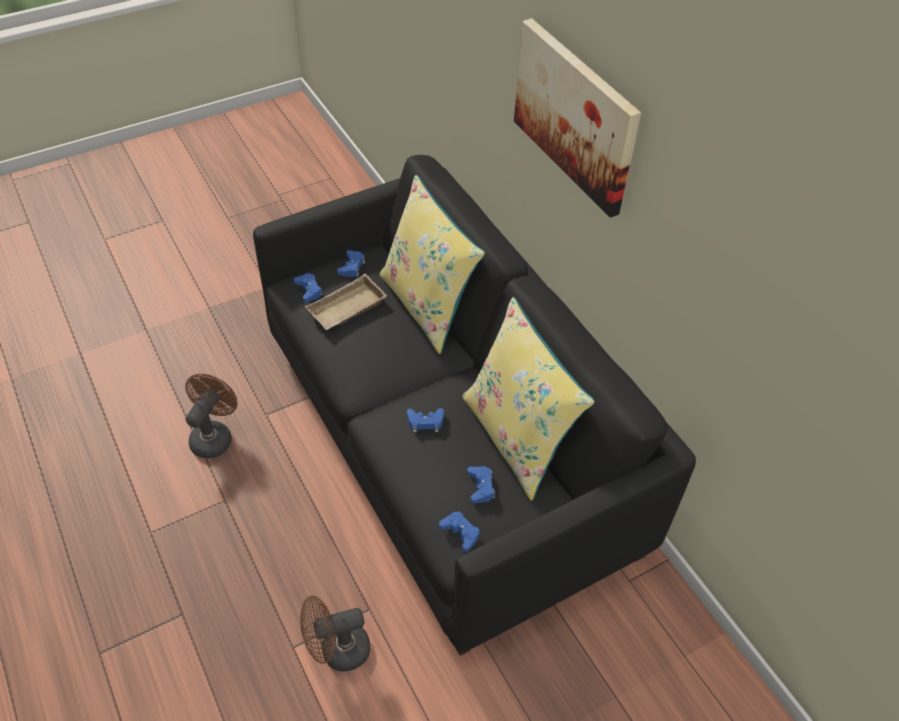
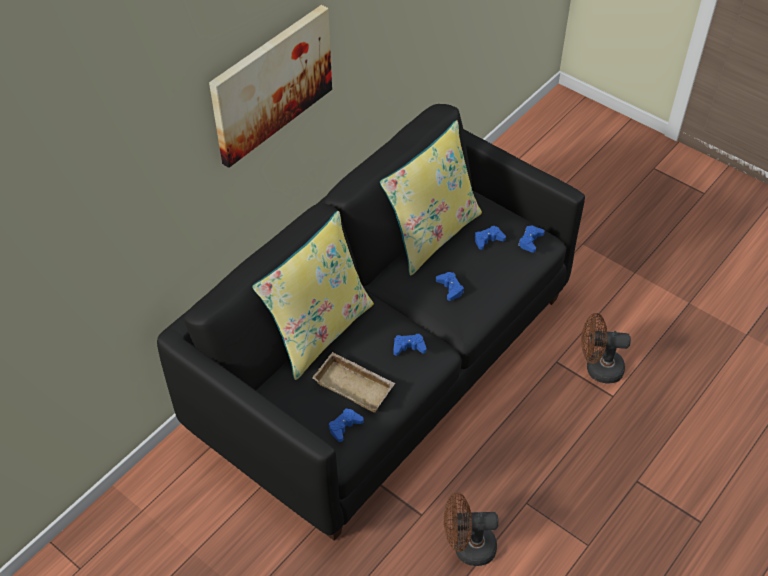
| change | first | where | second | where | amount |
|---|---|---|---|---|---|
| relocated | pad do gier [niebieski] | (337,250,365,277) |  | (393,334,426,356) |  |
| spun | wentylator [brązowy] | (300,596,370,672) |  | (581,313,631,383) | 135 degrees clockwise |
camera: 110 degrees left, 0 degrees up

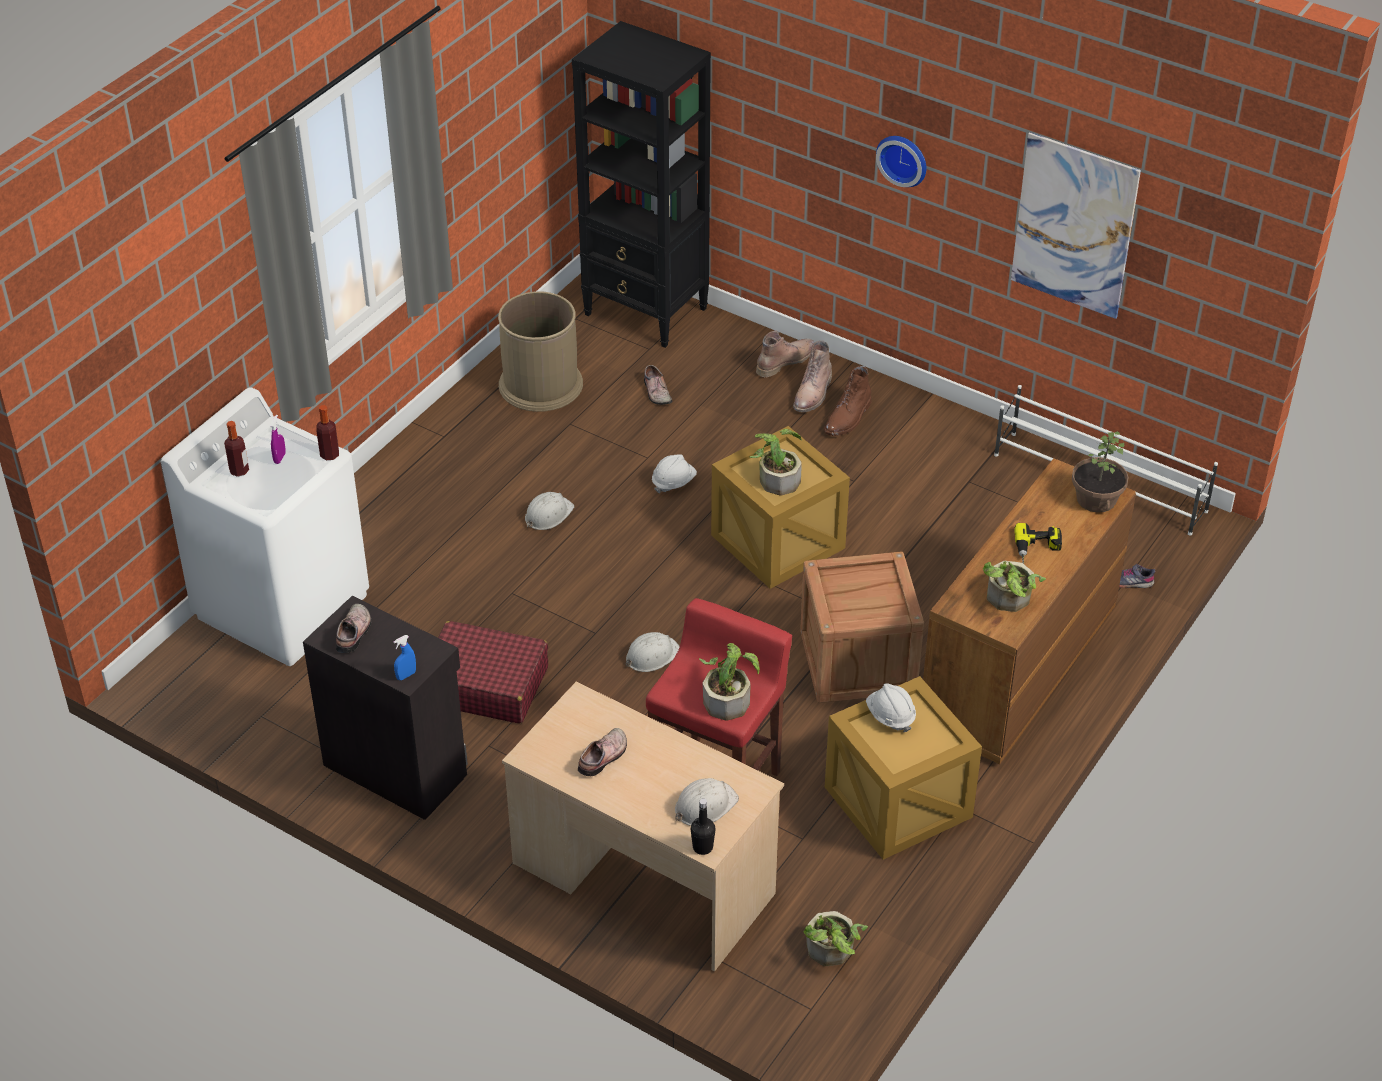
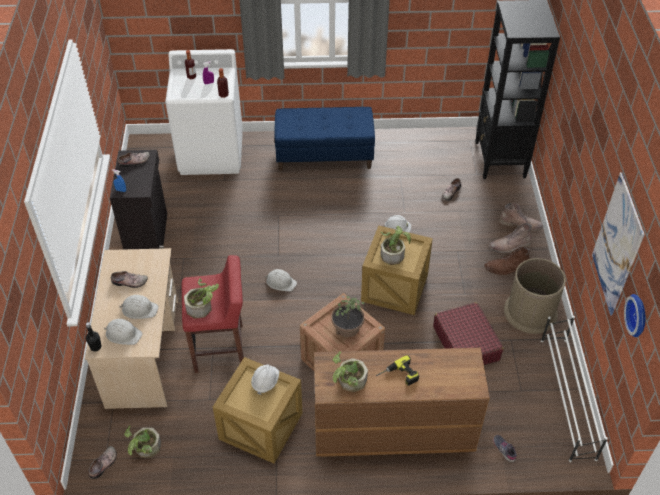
| change | first | where | second | where | amount |
|---|---|---|---|---|---|
| relocated | zegar ścienny | (876,136,927,187) |  | (624,294,645,337) |  |
| relocated | kosz na śmieci [brązowy] | (498,291,583,412) |  | (504,258,566,334) |  |
| relocated | roślina doniczkowa | (1072,431,1128,513) |  | (331,296,365,337) |  |
| relocated | kask [biały] | (525,492,574,530) |  | (120,295,158,319) |  |
| relocated | walizka [czerwony] | (438,621,548,724) |  | (433,302,504,365) |  |
| appeared |  |  | ławka [niebieski] | (275,107,375,171) |  |
| appeared |  |  | but | (88,446,117,479) |  |
camera: 55 degrees right, 5 degrees up

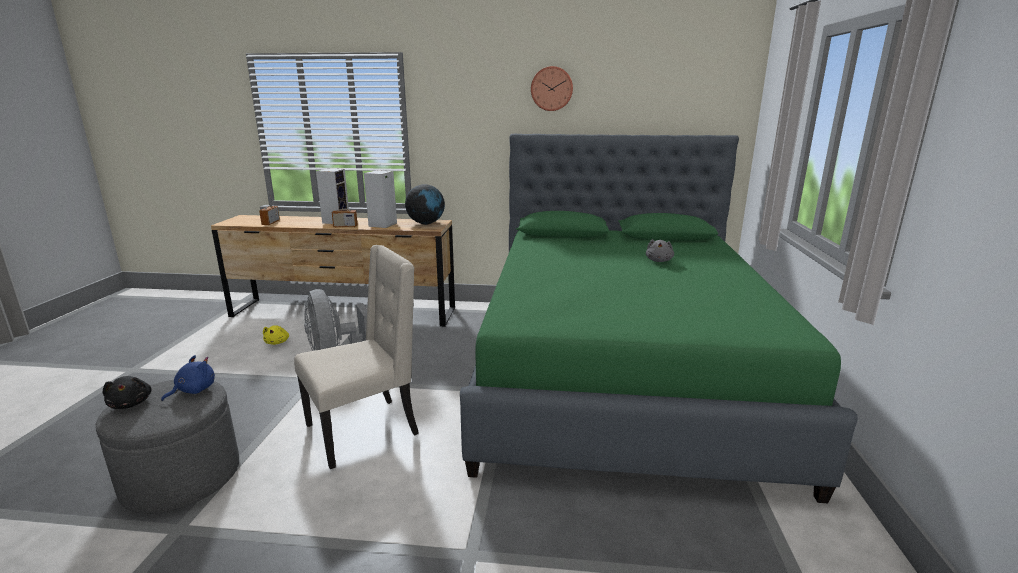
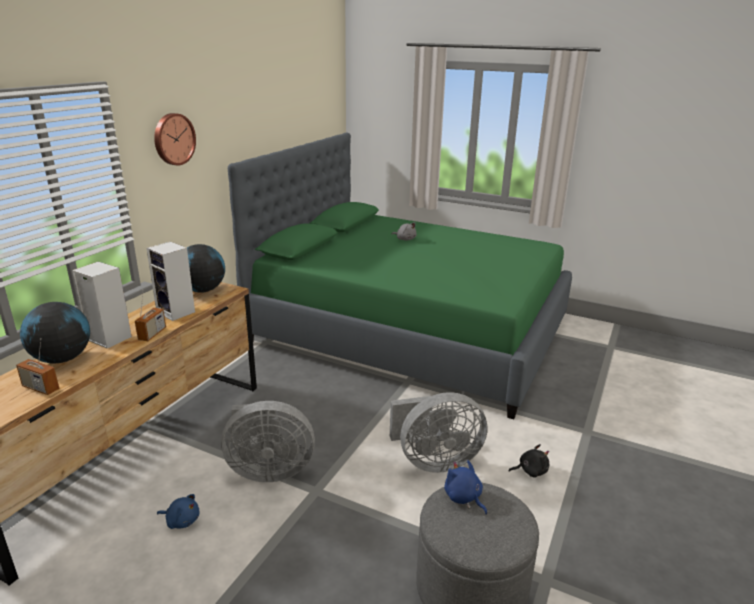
| change | first | where | second | where | amount |
|---|---|---|---|---|---|
| relocated | zegar ścienny | (531,66,573,111) |  | (154,113,196,165) |  |
| exchanged | krzesło [beżowy] | (294,245,419,469) | wentylator [szary] | (390,392,488,473) |  |
| colour | pluszak [żółty] | (263,325,289,345) | pluszak [niebieski] | (157,494,199,529) |  |
| relocated | pluszak [czarny] | (103,376,152,409) |  | (508,444,549,478) |  |
| appeared |  |  | globus | (20,302,90,364) |  |
camera: 70 degrees left, 5 degrees up

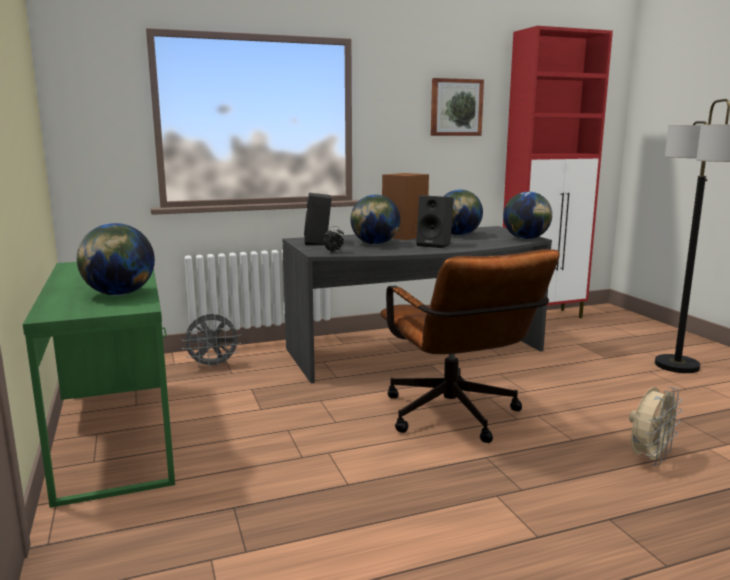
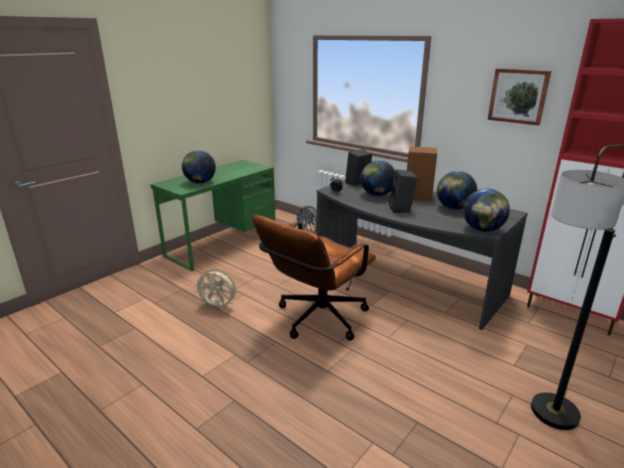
| change | first | where | second | where | amount |
|---|---|---|---|---|---|
| relocated | wentylator [beżowy] | (629,387,683,466) |  | (193,269,236,311) |  |
camera: 60 degrees right, 10 degrees up

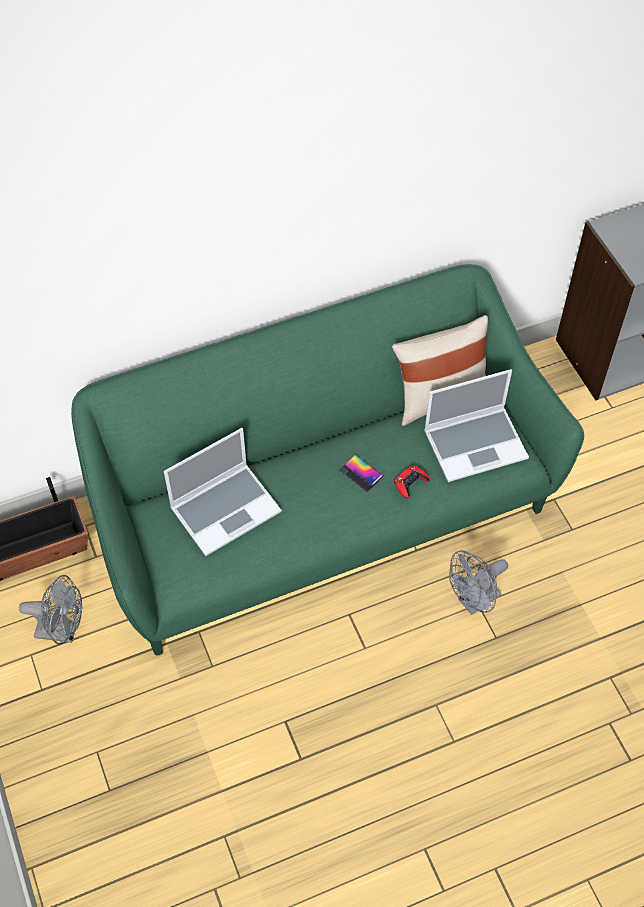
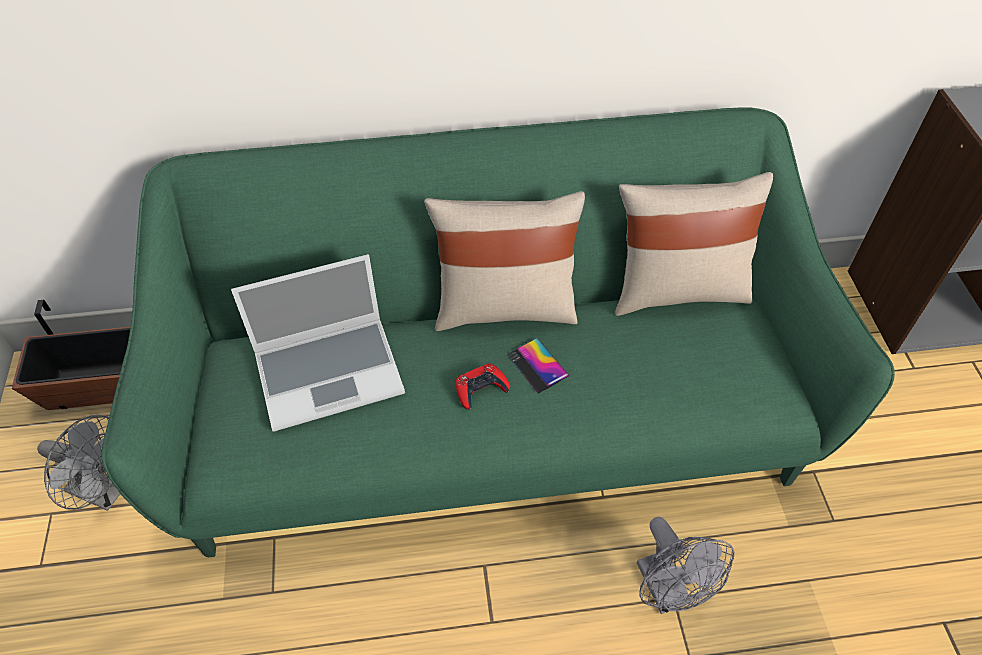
| change | first | where | second | where | amount |
|---|---|---|---|---|---|
| missing | laptop | (424,369,529,482) |  |  |  |
| relocated | pad do gier [czerwony] | (394,465,430,498) |  | (456,363,510,409) |  |
| spun | wentylator [szary] | (449,551,508,615) |  | (637,517,735,614) | 90 degrees counterclockwise |
| appeared |  |  | poduszka [beżowy] | (424,191,585,331) |  |
camera: 15 degrees right, 5 degrees down

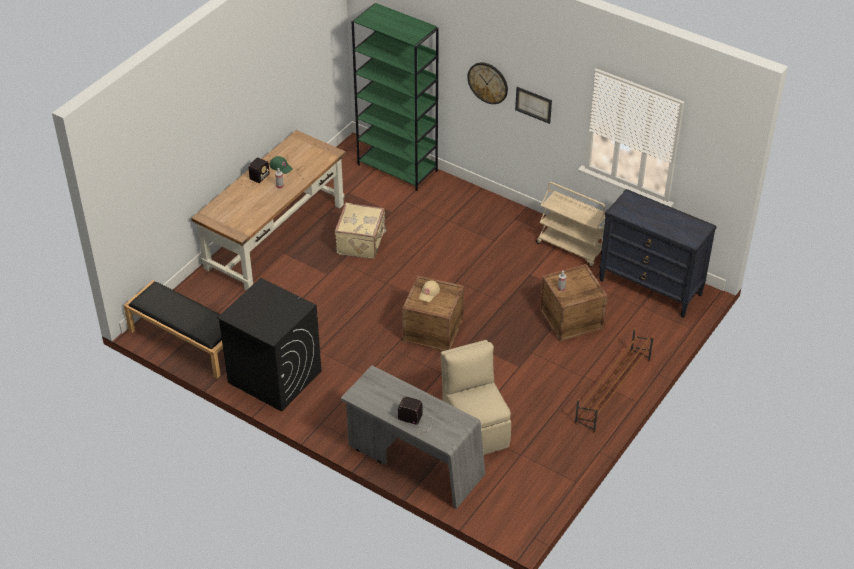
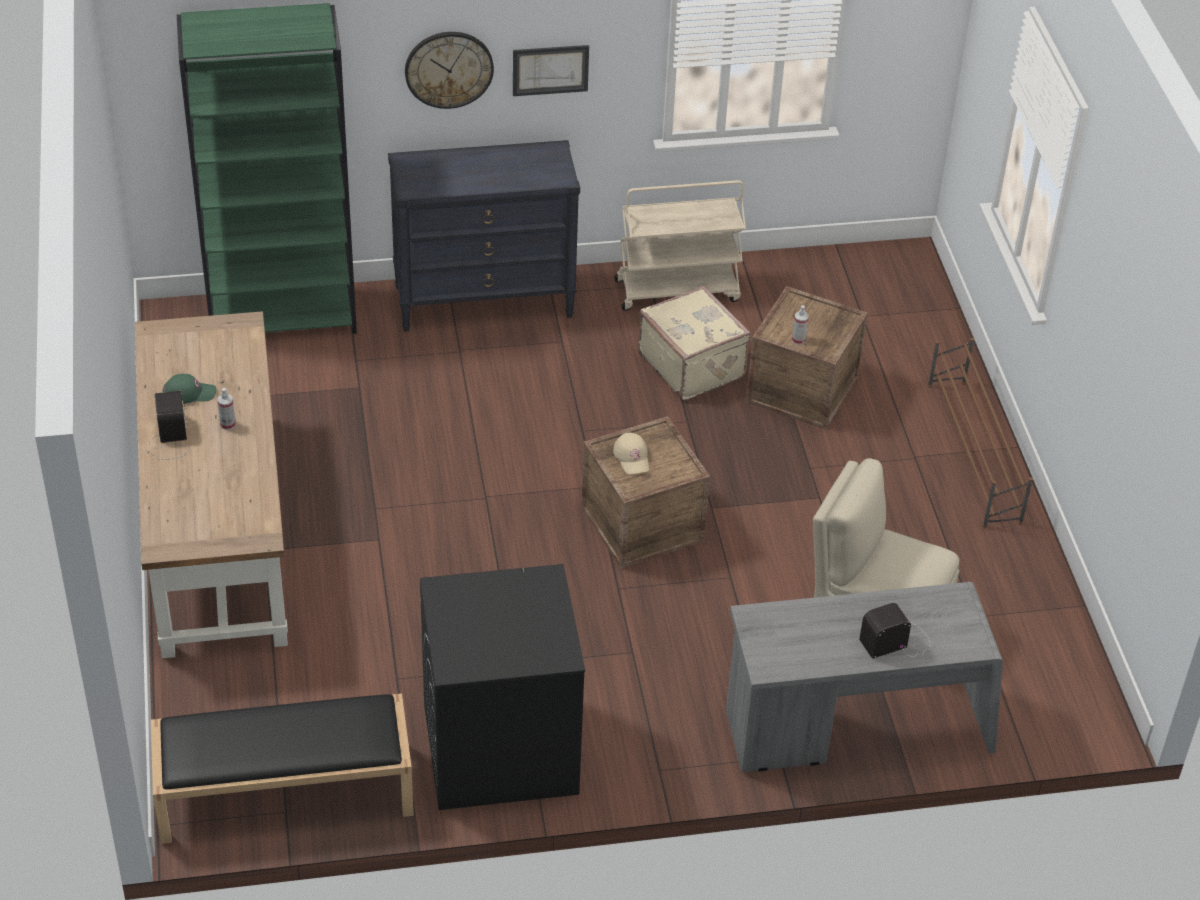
| change | first | where | second | where | amount |
|---|---|---|---|---|---|
| relocated | komoda [czarny] | (599,189,717,318) |  | (388,140,580,332) |  |
| relocated | walizka [beżowy] | (335,203,387,259) |  | (638,286,751,400) |  |
camera: 45 degrees left, 0 degrees up

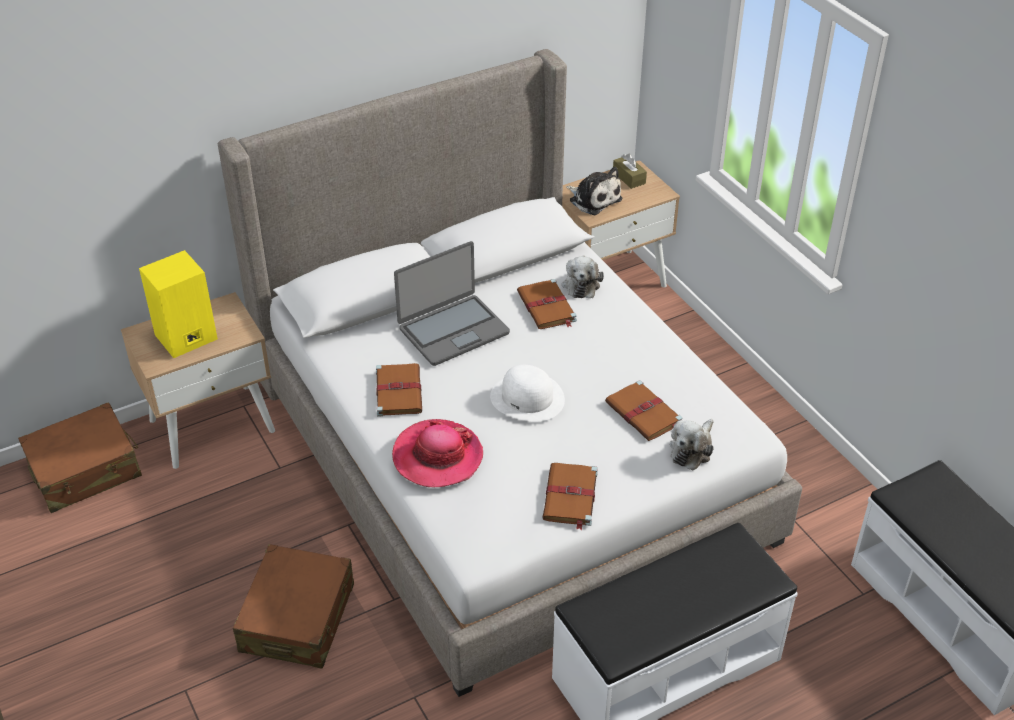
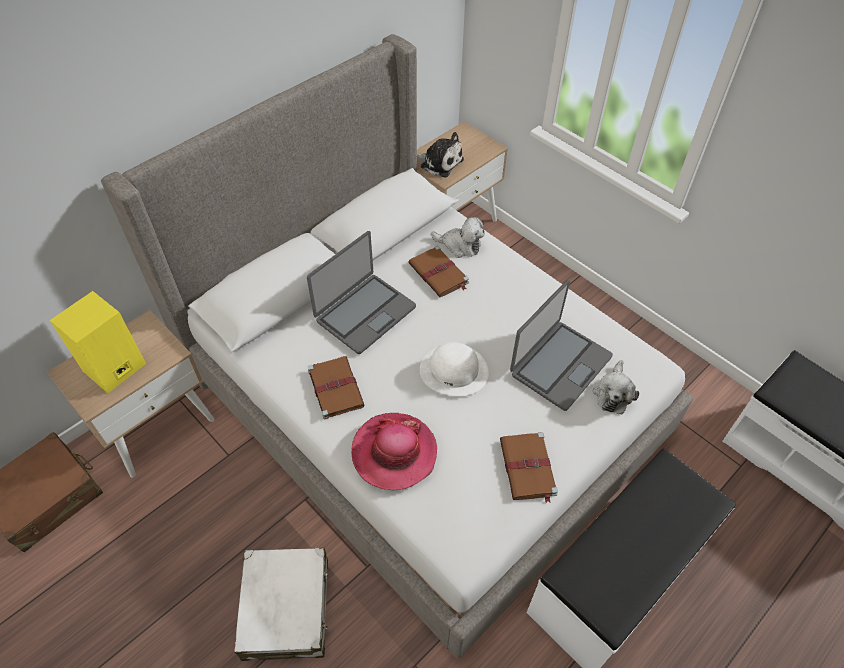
| change | first | where | second | where | amount |
|---|---|---|---|---|---|
| missing | pudełko chusteczek [brązowy] | (613,154,647,189) |  |  |  |
| spun | pluszak | (562,255,604,298) |  | (431,217,485,258) | 60 degrees counterclockwise |
| exchanged | książka [brązowy] | (605,380,683,441) | laptop | (510,280,613,411) |  |
| colour | walizka [brązowy] | (233,544,354,668) | walizka [biały] | (234,548,328,661) |  |
camera: 15 degrees left, 10 degrees up

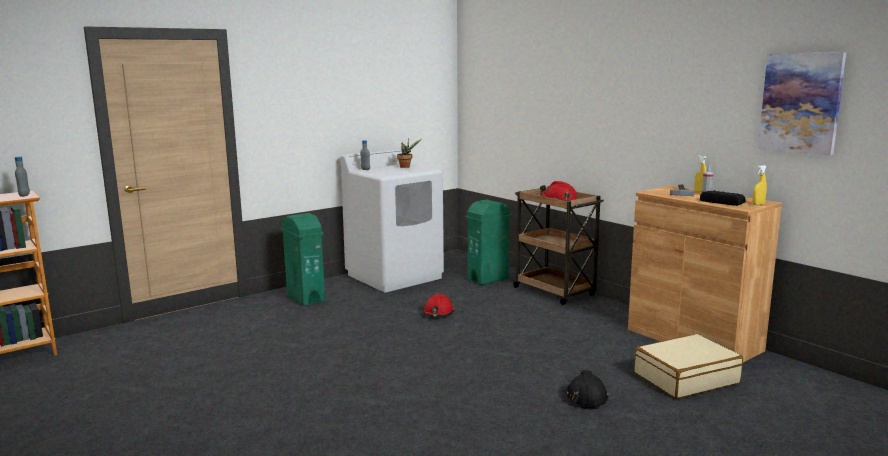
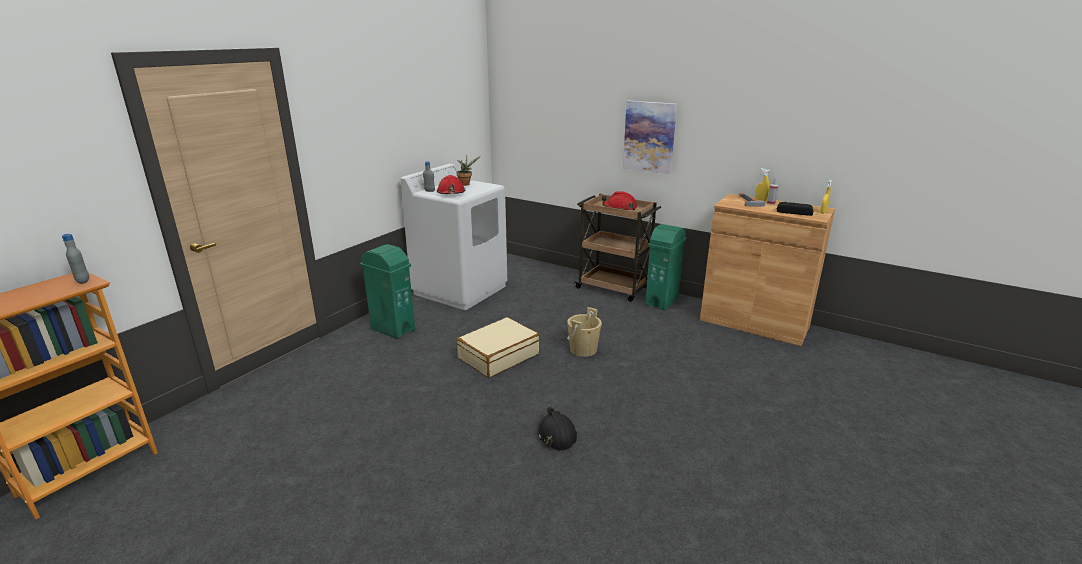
| change | first | where | second | where | amount |
|---|---|---|---|---|---|
| relocated | obraz | (758,52,846,155) |  | (623,100,677,174) |  |
| relocated | kosz na śmieci [zielony] | (466,200,511,285) |  | (645,224,686,310) |  |
| relocated | kask [czerwony] | (423,294,454,316) |  | (437,175,465,194) |  |
| relocated | walizka [beżowy] | (634,334,743,399) |  | (457,317,540,378) |  |
| relocated | kask [czarny] | (566,370,609,409) |  | (537,407,577,451) |  |
| appeared |  |  | wiadro [beżowy] | (567,307,602,357) |  |
camera: 20 degrees left, 10 degrees up

